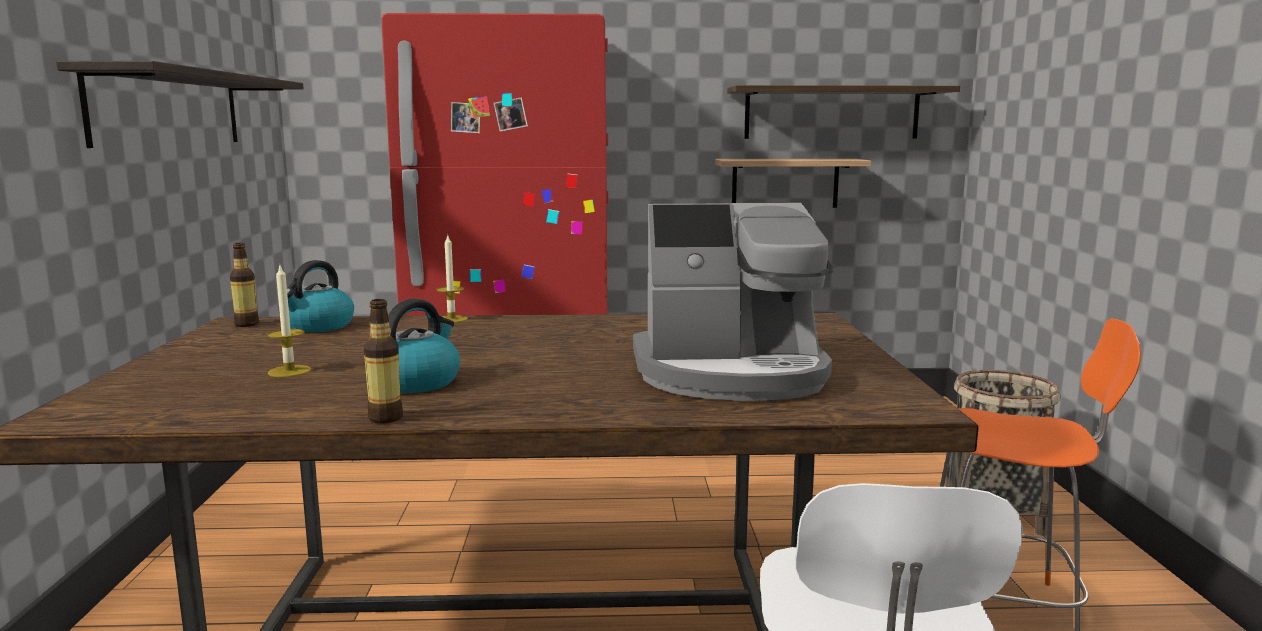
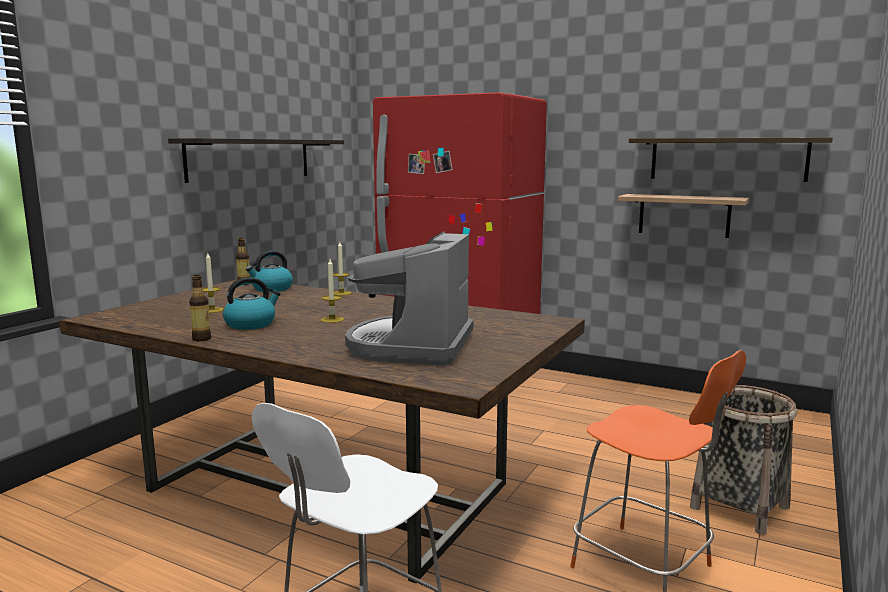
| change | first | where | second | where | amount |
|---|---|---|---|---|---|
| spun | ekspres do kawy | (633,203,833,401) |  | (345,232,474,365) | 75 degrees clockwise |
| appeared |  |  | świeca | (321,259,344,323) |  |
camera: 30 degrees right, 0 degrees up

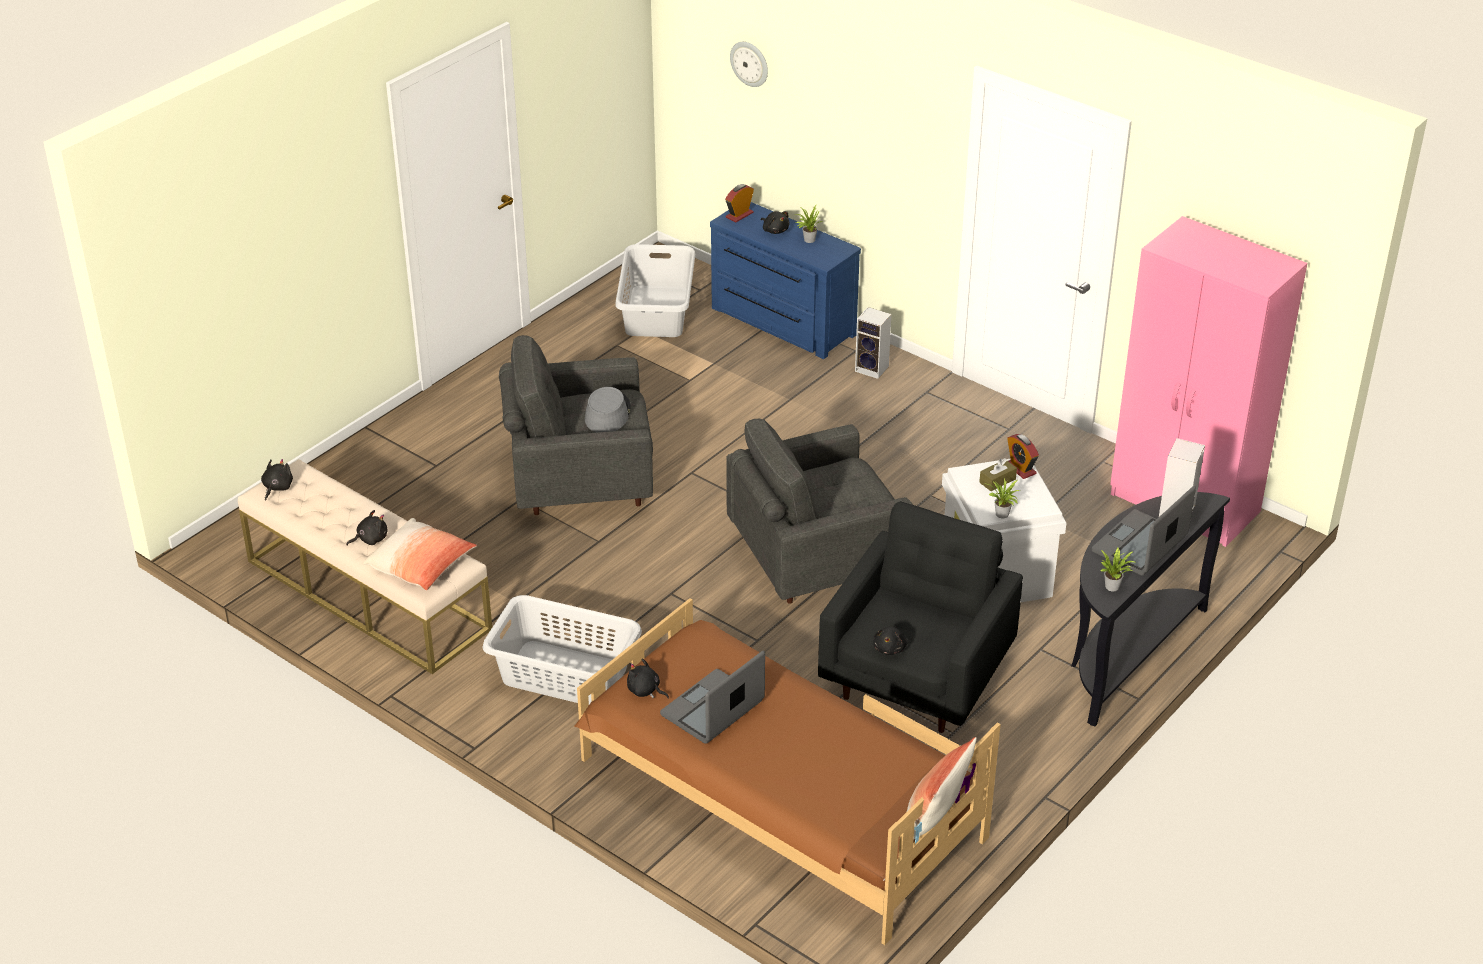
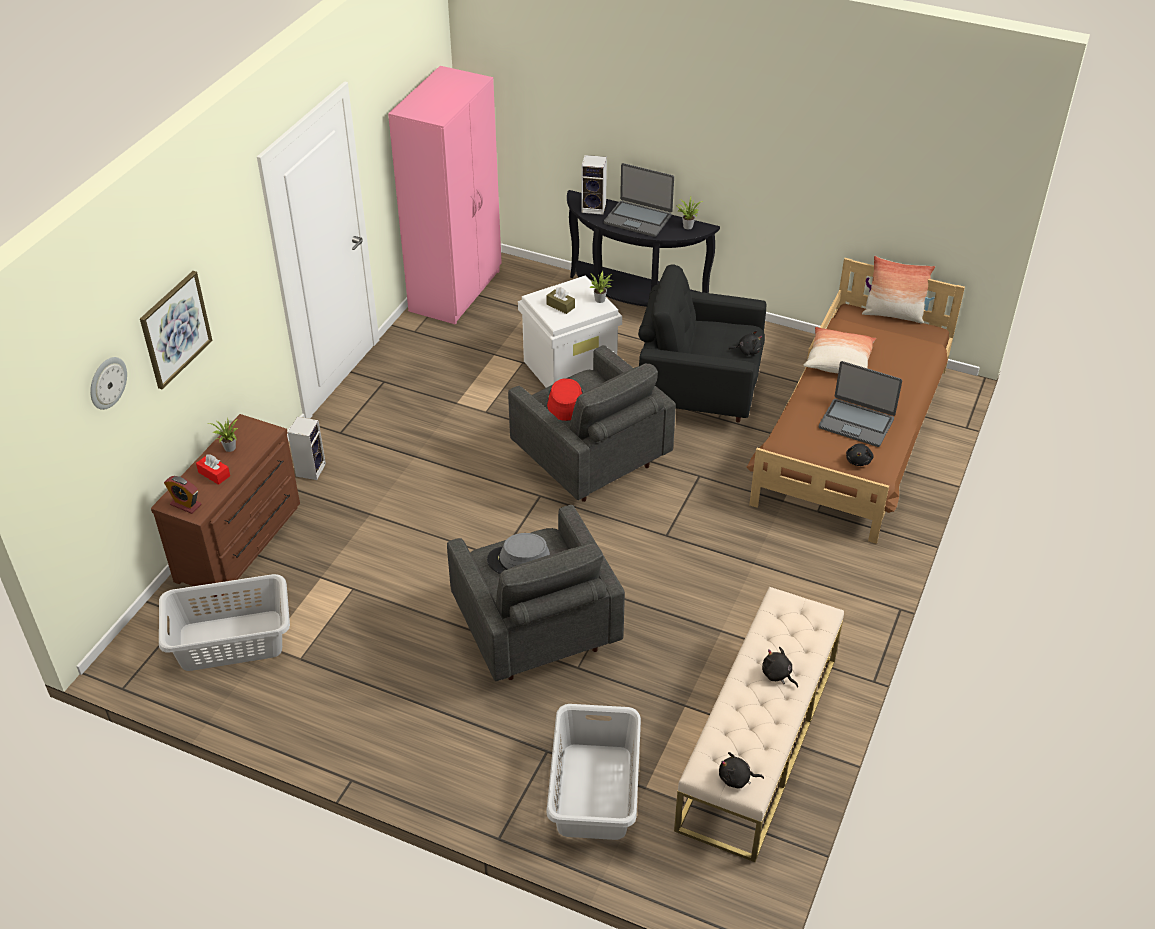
| change | first | where | second | where | amount |
|---|---|---|---|---|---|
| colour | komoda [niebieski] | (710,202,861,359) | komoda [brązowy] | (151,414,300,597) |  |
| exchanged | pluszak [czarny] | (761,211,790,234) | pudełko chusteczek [czerwony] | (196,454,230,485) |  |
| missing | budzik | (1007,434,1039,479) |  |  |  |
| relocated | poduszka | (362,518,477,591) |  | (804,327,876,373) |  |
| relocated | kosz na pranie [szary] | (483,595,642,704) |  | (546,704,641,840) |  |
| appeared |  |  | obraz | (140,271,213,389) |  |
| appeared |  |  | kapelusz [czerwony] | (547,378,583,421) |  |
camera: 105 degrees left, 5 degrees up

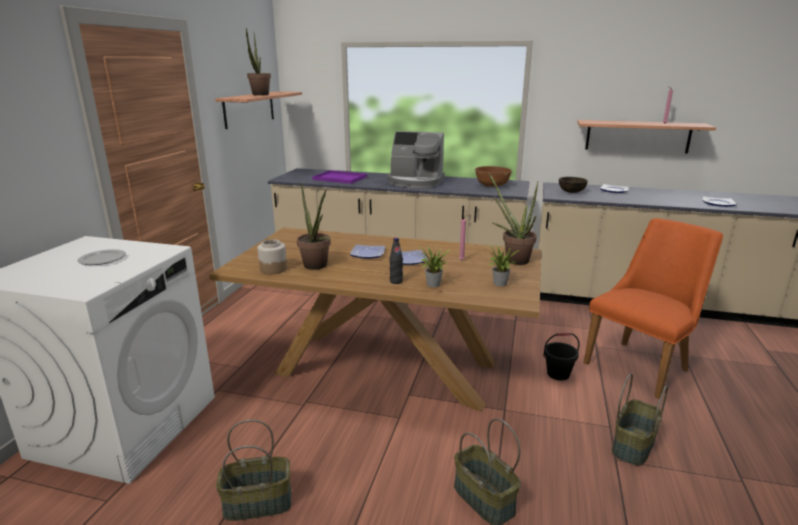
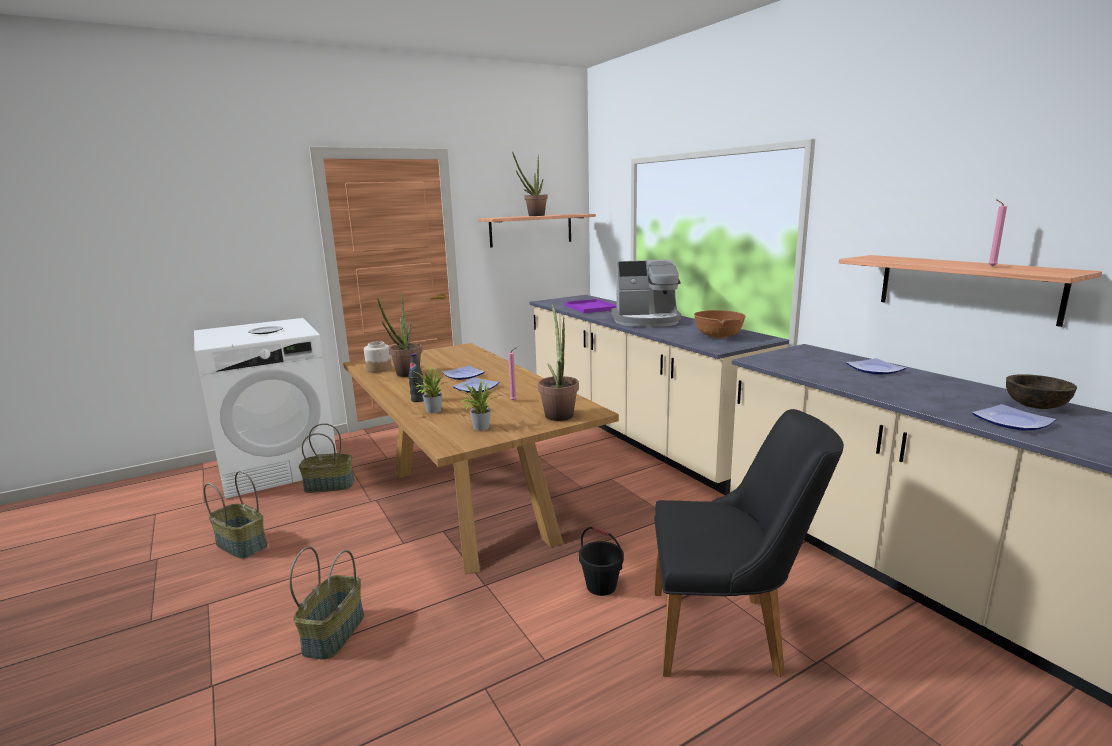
| change | first | where | second | where | amount |
|---|---|---|---|---|---|
| spun | ekspres do kawy | (388,131,444,188) |  | (611,259,681,327) | 60 degrees counterclockwise |
| relocated | miska [brązowy] | (559,177,588,193) |  | (1006,374,1077,409) |  |
| colour | krzesło [pomarańczowy] | (584,218,723,399) | krzesło [czarny] | (654,409,844,678) |  |
| relocated | koszyk | (612,373,668,466) |  | (299,424,354,493) |  |
camera: 45 degrees right, 5 degrees down

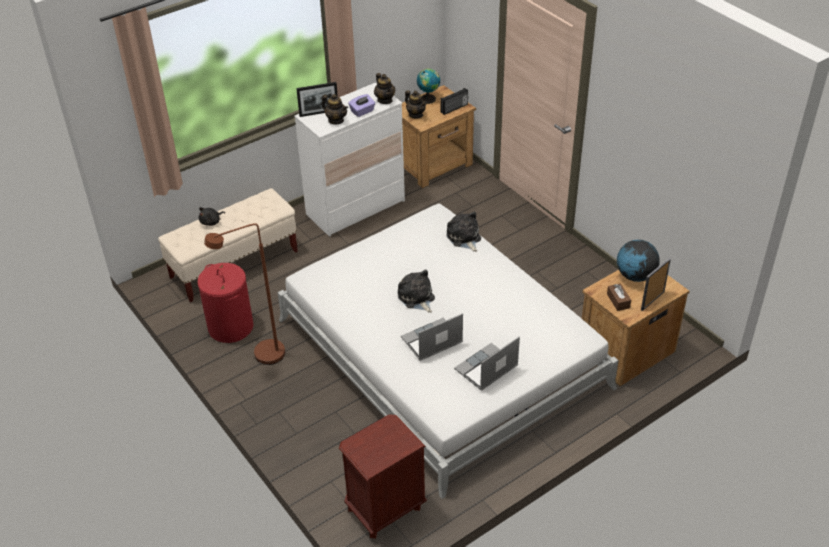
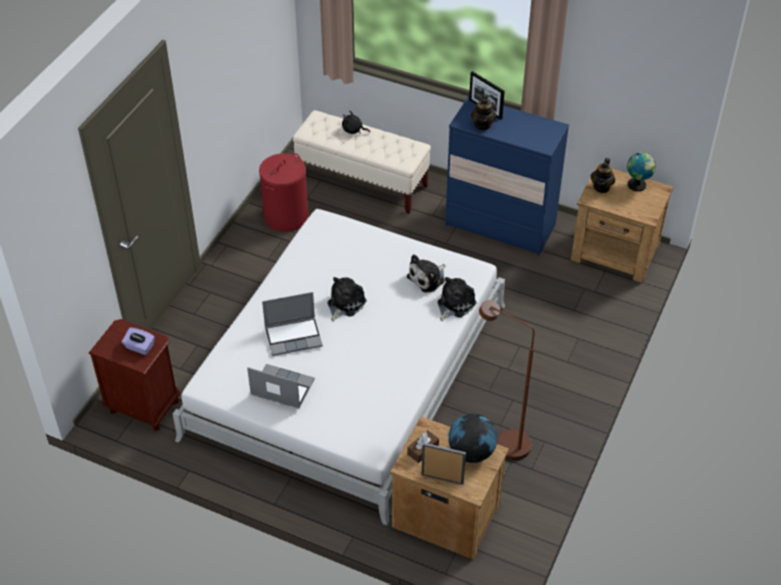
| change | first | where | second | where | amount |
|---|---|---|---|---|---|
| missing | imbryk | (374,73,395,104) |  |  |  |
| colour | komoda [biały] | (294,83,405,237) | komoda [niebieski] | (445,96,569,255) |  |
| missing | radio | (440,88,468,115) |  |  |  |
| relocated | pudełko chusteczek [fioletowy] | (349,94,376,117) |  | (122,327,155,355) |  |
| relocated | lampa stojąca [brązowy] | (204,223,285,365) |  | (479,300,535,460) |  |
| spun | laptop | (401,313,463,361) |  | (262,292,323,356) | 135 degrees clockwise |
| appeared |  |  | pluszak | (407,254,445,292) |  |
camera: 60 degrees right, 5 degrees up

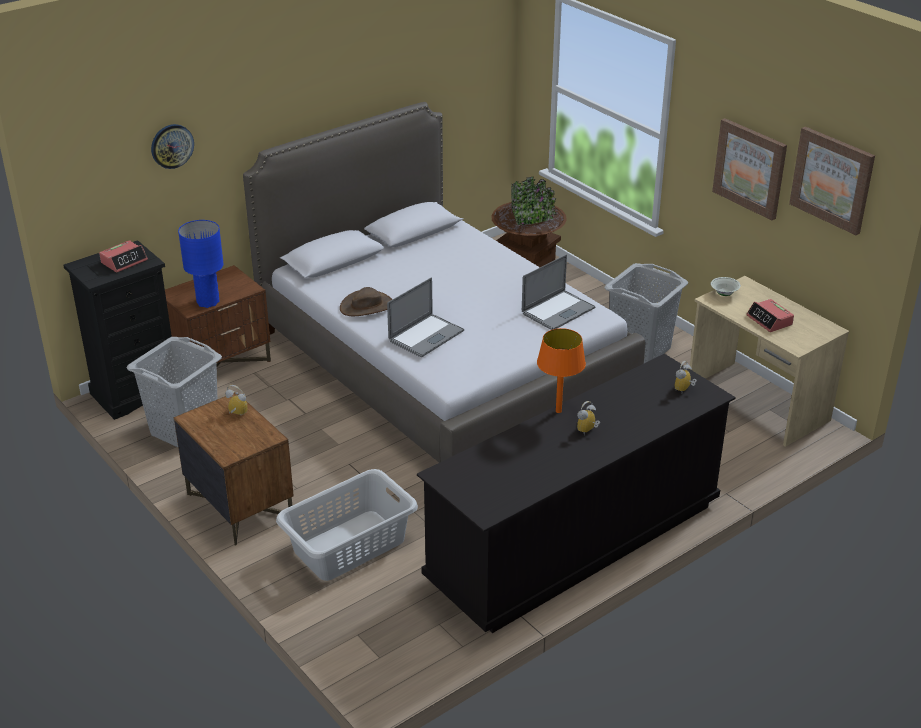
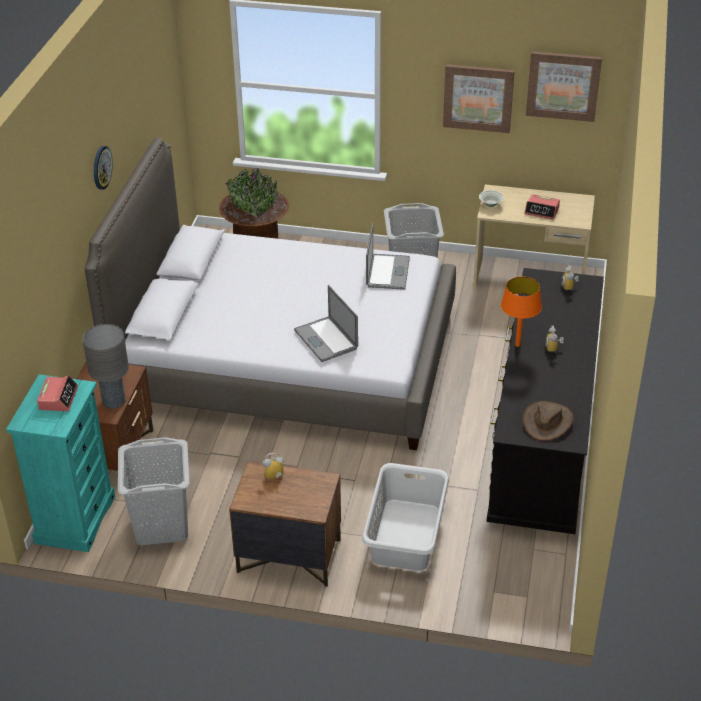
| change | first | where | second | where | amount |
|---|---|---|---|---|---|
| relocated | zegar ścienny | (151,124,194,169) |  | (94,146,113,190) |  |
| colour | lampa stołowa [niebieski] | (178,220,224,308) | lampa stołowa [szary] | (82,324,129,409) |  |
| colour | komoda [czarny] | (63,240,172,420) | komoda [turkusowy] | (6,374,115,552) |  |
| spun | laptop | (387,278,464,357) |  | (294,285,358,362) | 150 degrees clockwise |
| relocated | kapelusz [brązowy] | (340,287,393,316) |  | (523,401,574,441) |  |
camera: 40 degrees left, 5 degrees up

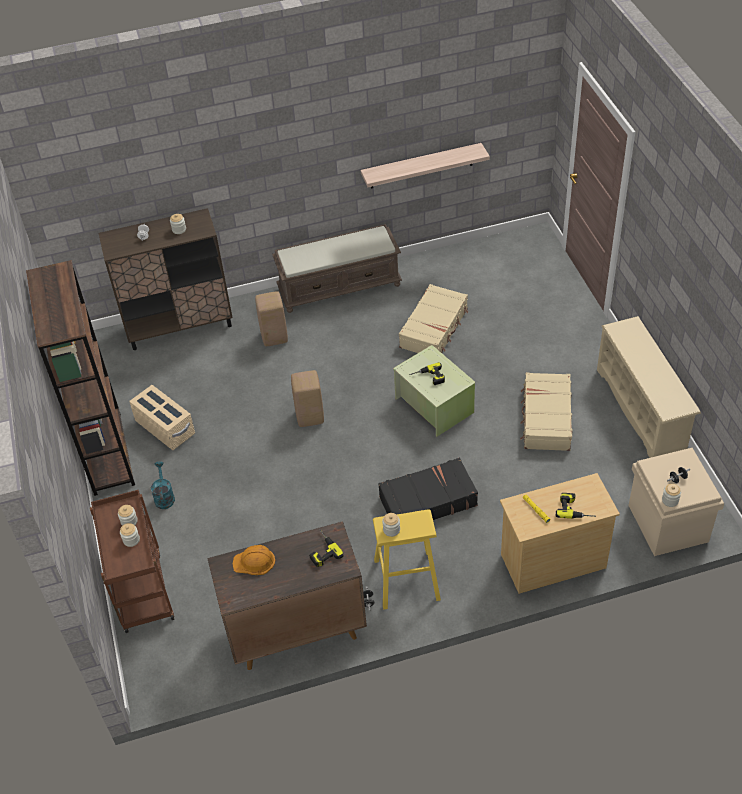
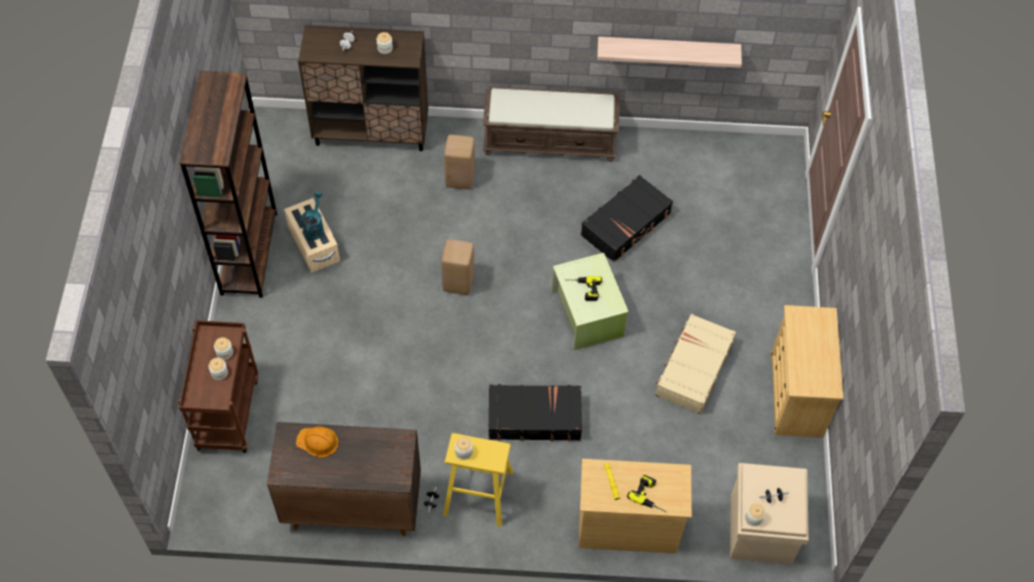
| change | first | where | second | where | amount |
|---|---|---|---|---|---|
| colour | walizka [beżowy] | (399,284,468,353) | walizka [czarny] | (581,175,673,262) |  |
| exchanged | regał na buty [beżowy] | (597,316,701,458) | komoda [beżowy] | (771,305,843,438) |  |
| relocated | konewka [turkusowy] | (151,461,175,509) |  | (301,192,324,240) |  |
| missing | wiertarka | (309,529,344,567) |  |  |  |
camera: 15 degrees right, 10 degrees up

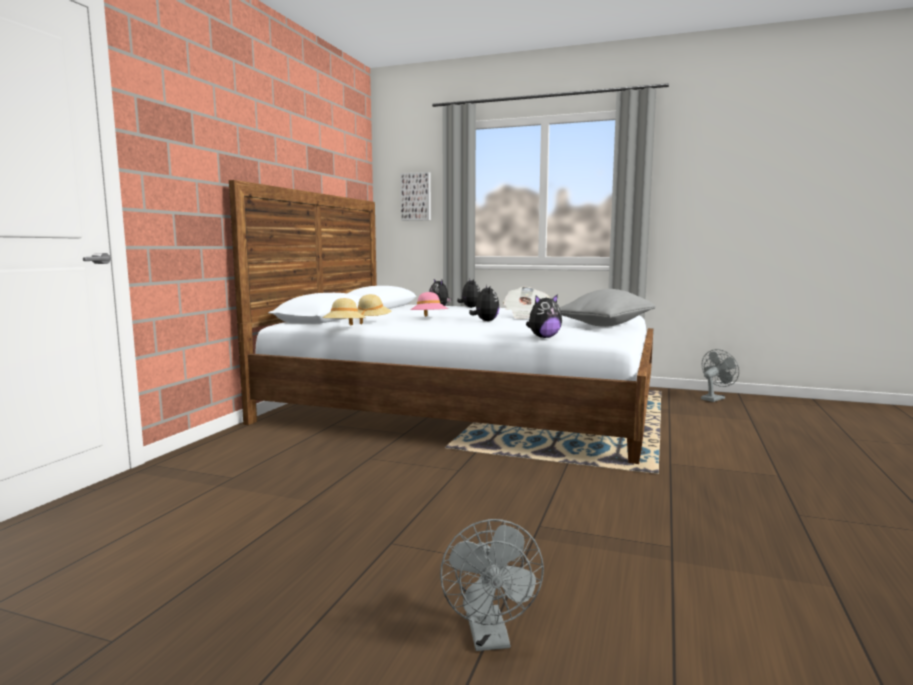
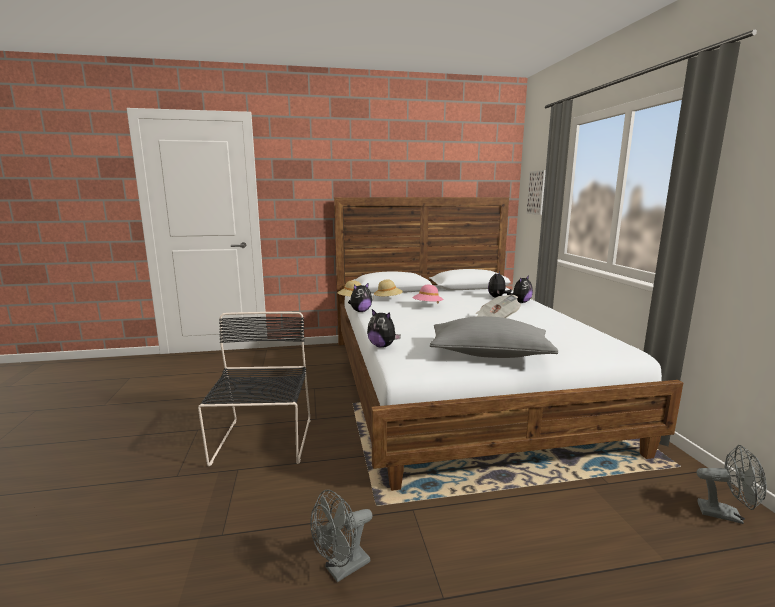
| change | first | where | second | where | amount |
|---|---|---|---|---|---|
| relocated | pluszak | (469,285,499,321) |  | (348,282,372,312) |  |
| relocated | wentylator [szary] | (440,519,544,651) |  | (310,490,373,582) |  |
| appeared |  |  | krzesło [czarny] | (198,312,311,466) |  |
camera: 60 degrees right, 5 degrees up

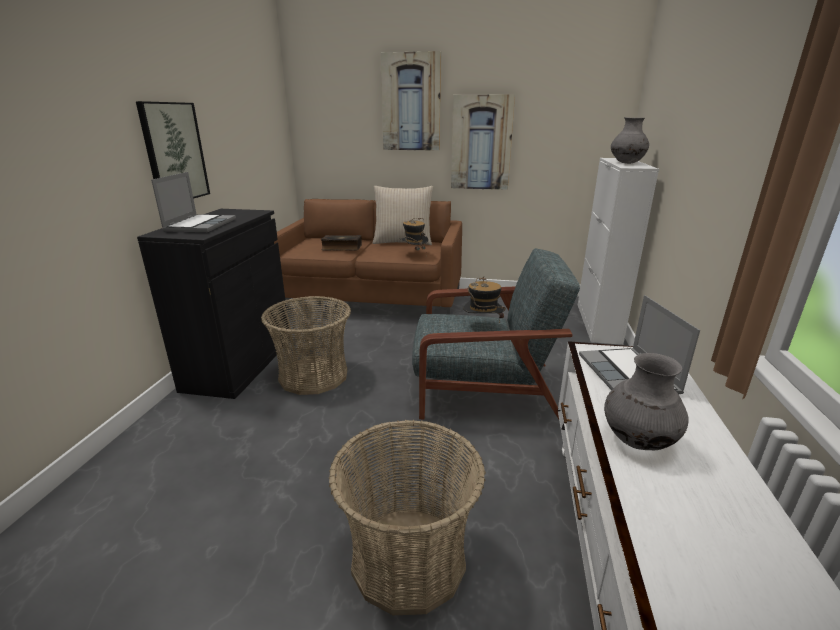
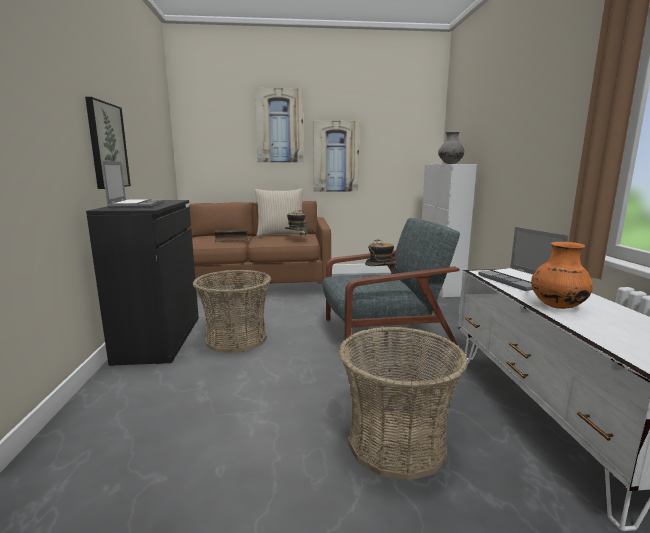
| change | first | where | second | where | amount |
|---|---|---|---|---|---|
| colour | wazon [szary] | (604,353,689,450) | wazon [pomarańczowy] | (531,242,593,309) |  |
camera: 15 degrees left, 10 degrees down

